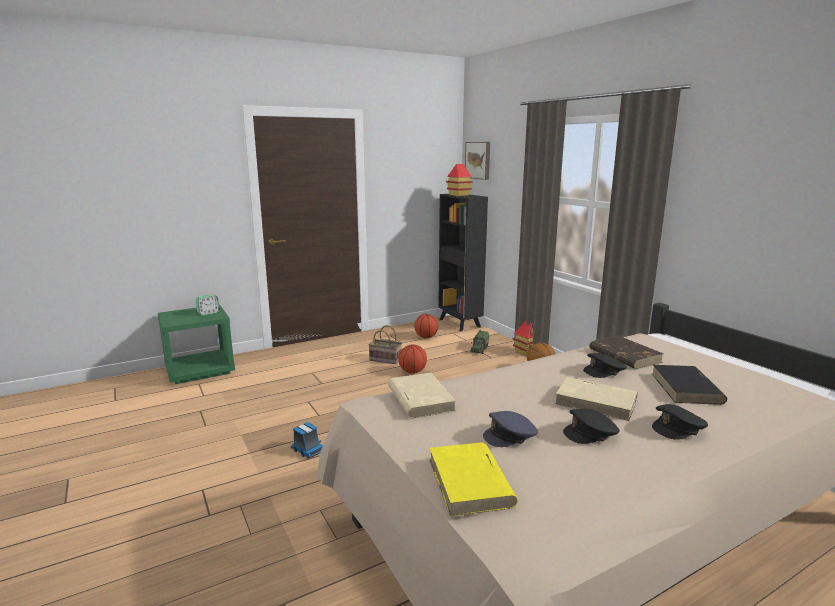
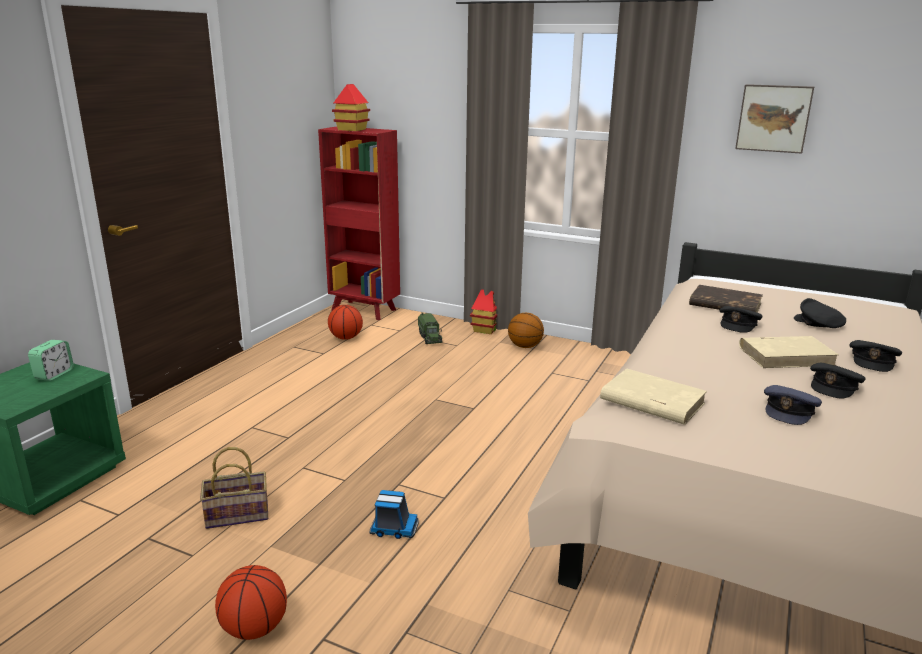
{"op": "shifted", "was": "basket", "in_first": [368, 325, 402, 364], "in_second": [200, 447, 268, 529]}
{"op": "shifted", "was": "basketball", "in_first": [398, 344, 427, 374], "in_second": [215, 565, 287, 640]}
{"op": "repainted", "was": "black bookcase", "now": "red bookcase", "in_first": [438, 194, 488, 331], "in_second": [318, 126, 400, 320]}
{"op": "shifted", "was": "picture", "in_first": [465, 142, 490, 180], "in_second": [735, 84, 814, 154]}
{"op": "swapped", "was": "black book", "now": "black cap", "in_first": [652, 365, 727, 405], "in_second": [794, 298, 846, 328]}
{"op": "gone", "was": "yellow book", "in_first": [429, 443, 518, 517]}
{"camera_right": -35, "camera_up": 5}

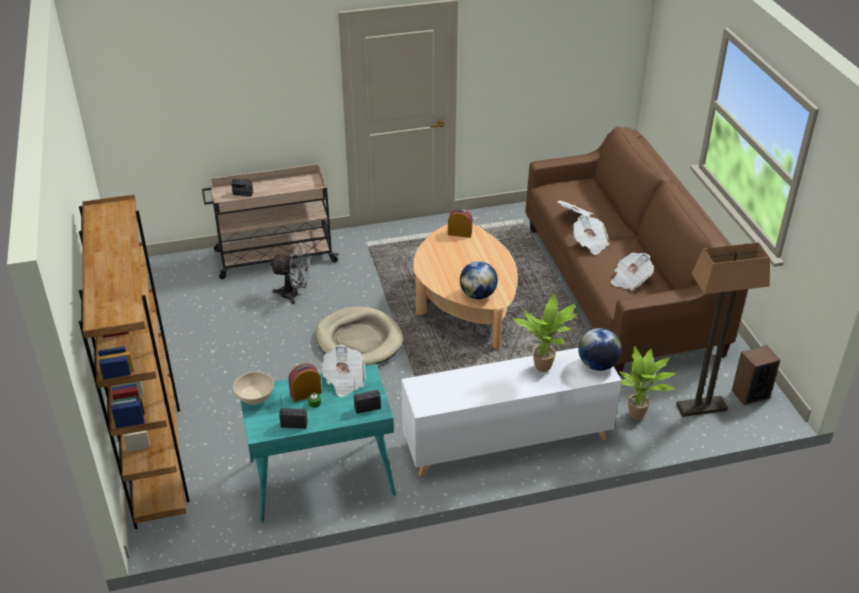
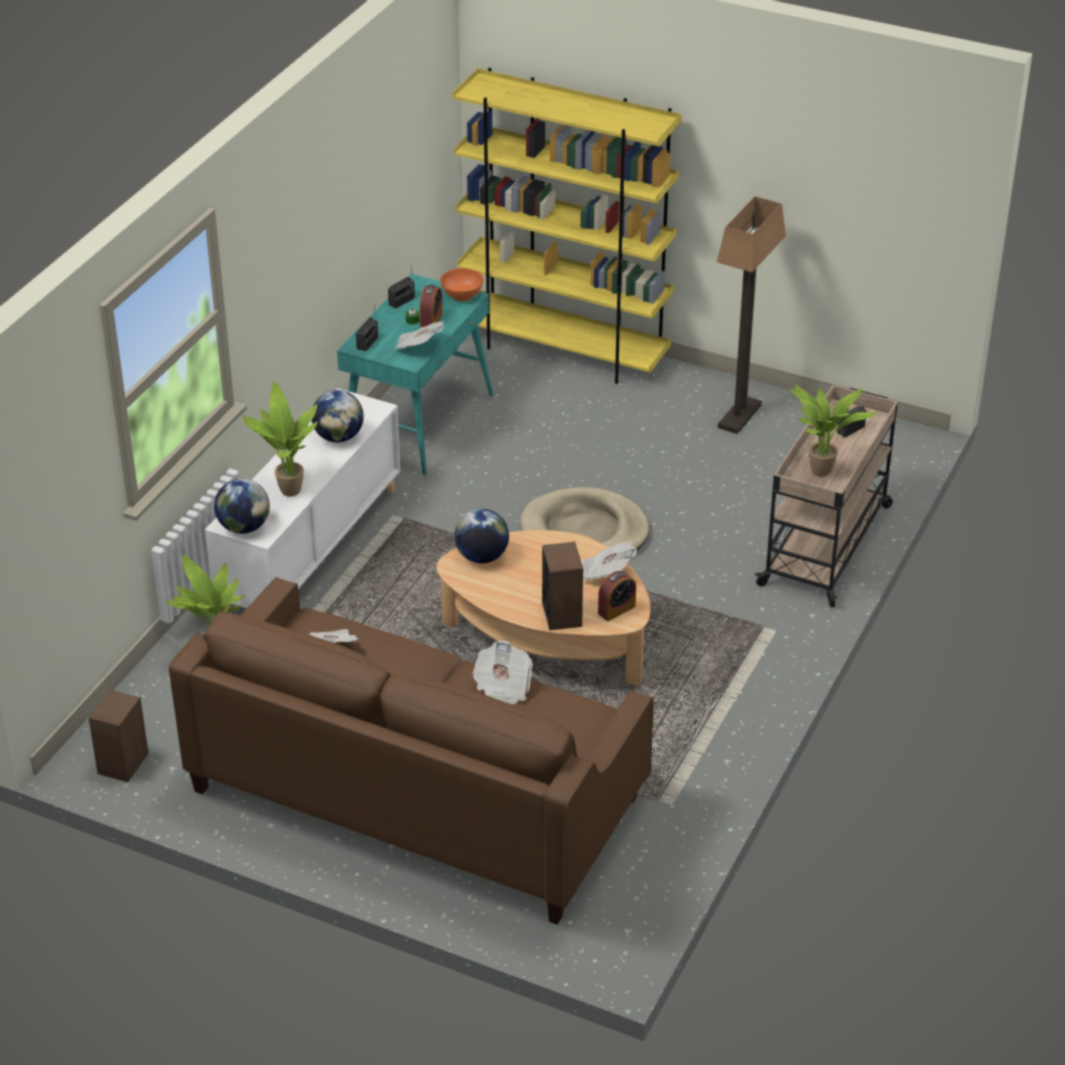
{"op": "new", "now": "globe", "in_second": [311, 390, 364, 442]}
{"op": "repainted", "was": "beige bowl", "now": "orange bowl", "in_first": [233, 372, 274, 405], "in_second": [440, 268, 484, 301]}
{"op": "repainted", "was": "brown bookcase", "now": "yellow bookcase", "in_first": [79, 195, 190, 529], "in_second": [453, 68, 682, 384]}
{"op": "new", "now": "speaker", "in_second": [542, 542, 583, 630]}
{"op": "shifted", "was": "newspaper", "in_first": [573, 215, 610, 255], "in_second": [581, 542, 637, 581]}
{"op": "shifted", "was": "floor lamp", "in_first": [676, 242, 770, 417], "in_second": [717, 196, 786, 434]}
{"op": "new", "now": "potted plant", "in_second": [789, 384, 877, 477]}
{"op": "gone", "was": "grey fan", "in_first": [270, 244, 311, 304]}
{"camera_right": 130, "camera_up": 0}

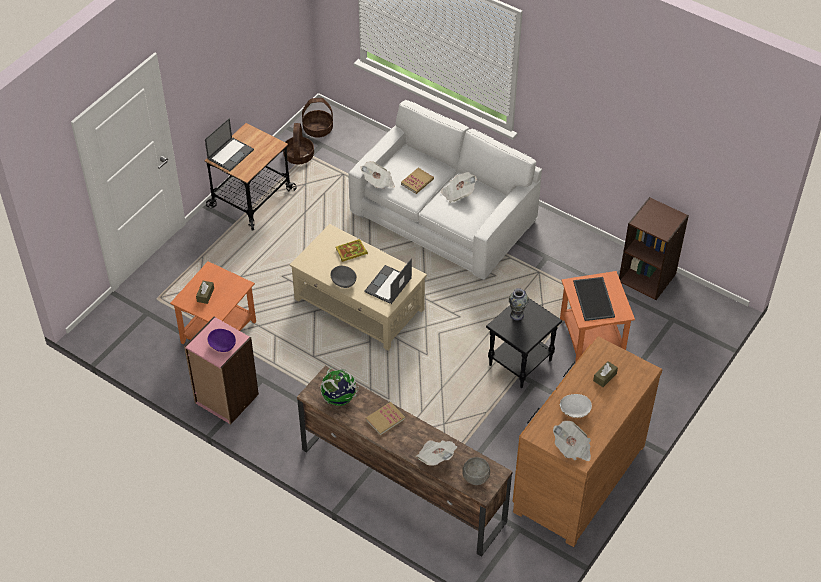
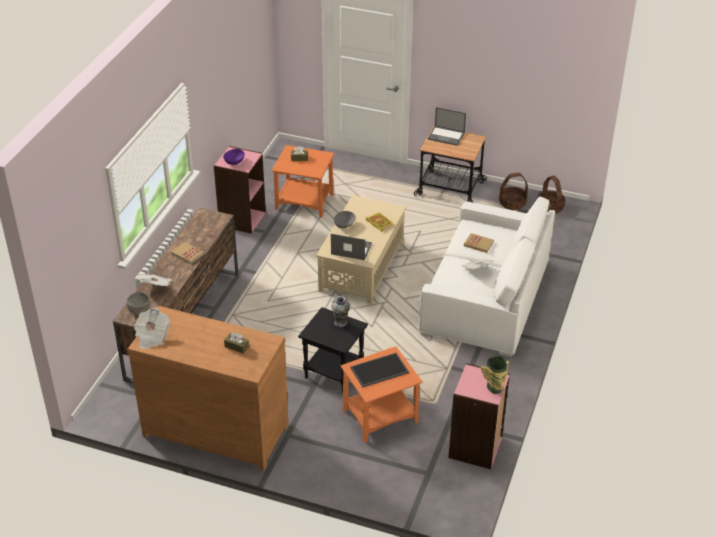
{"op": "repainted", "was": "brown bookcase", "now": "pink bookcase", "in_first": [619, 197, 689, 300], "in_second": [448, 363, 510, 469]}
{"op": "new", "now": "vase", "in_second": [481, 356, 509, 394]}
{"op": "gone", "was": "globe", "in_first": [321, 367, 359, 406]}
{"op": "gone", "was": "newspaper", "in_first": [360, 161, 395, 189]}
{"op": "gone", "was": "white bowl", "in_first": [560, 394, 592, 418]}
{"camera_right": 75, "camera_up": -10}

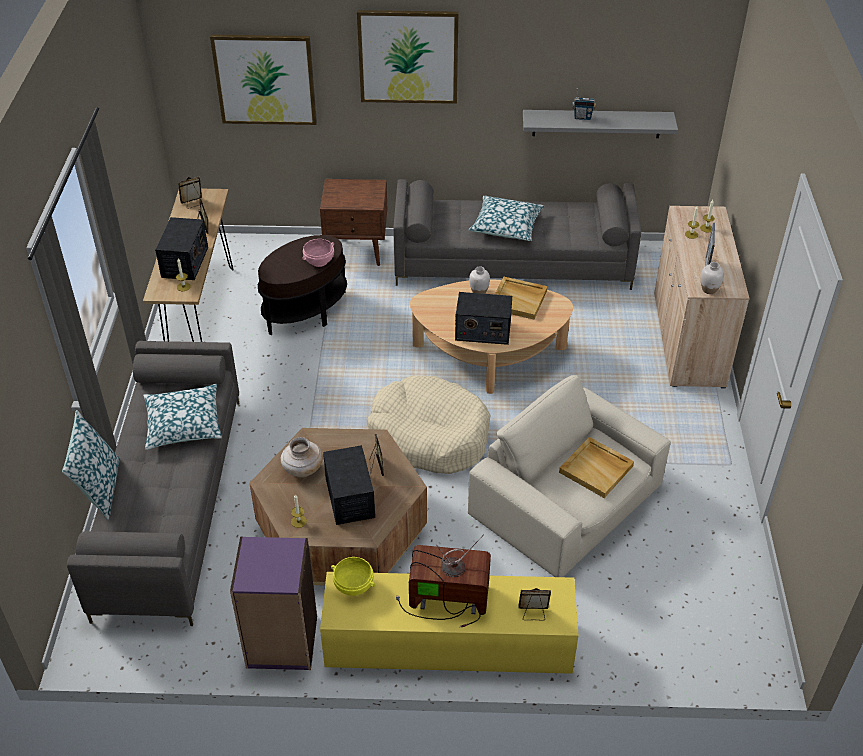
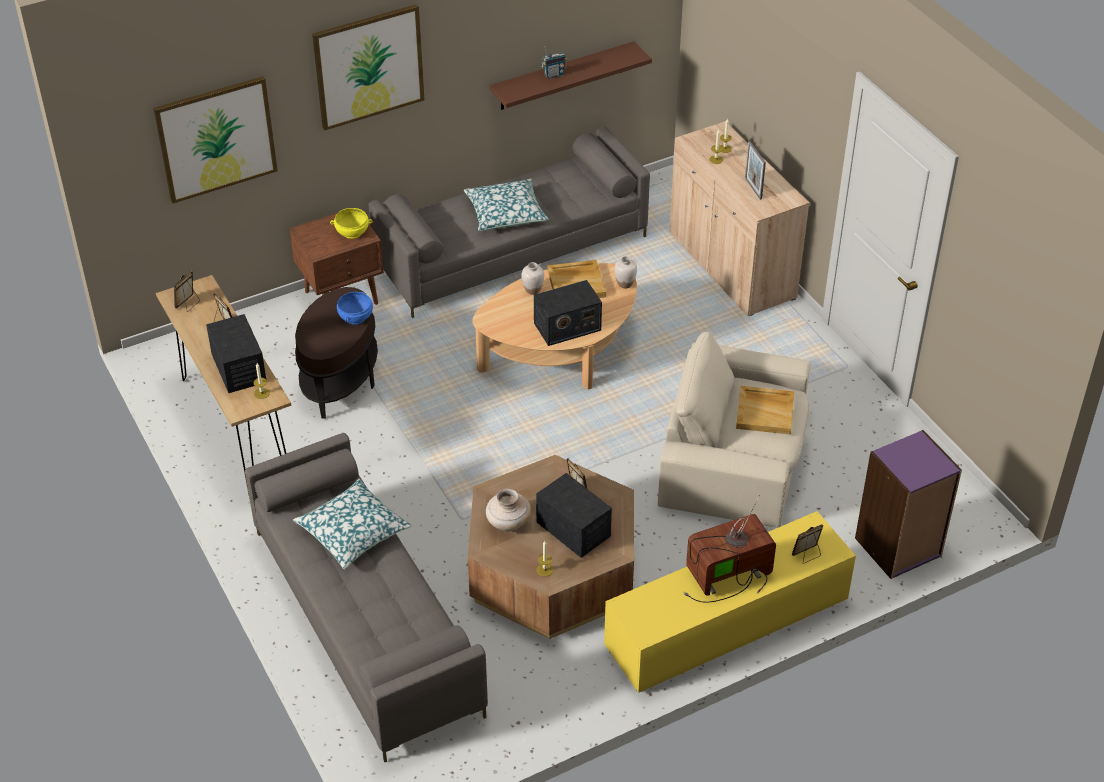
{"op": "shifted", "was": "yellow bowl", "in_first": [331, 557, 375, 596], "in_second": [330, 208, 373, 239]}
{"op": "repainted", "was": "pink bowl", "now": "blue bowl", "in_first": [302, 239, 334, 267], "in_second": [337, 292, 373, 324]}
{"op": "repainted", "was": "grey shelf", "now": "brown shelf", "in_first": [523, 110, 678, 138], "in_second": [490, 41, 652, 110]}
{"op": "shifted", "was": "white vase", "in_first": [701, 262, 724, 294], "in_second": [614, 256, 637, 288]}
{"op": "shifted", "was": "purple bookcase", "in_first": [230, 536, 317, 670], "in_second": [855, 430, 962, 579]}
{"op": "gone", "was": "pillow", "in_first": [62, 410, 120, 520]}
{"op": "gone", "was": "beige dog bed", "in_first": [367, 376, 490, 474]}
{"camera_right": -30, "camera_up": 0}

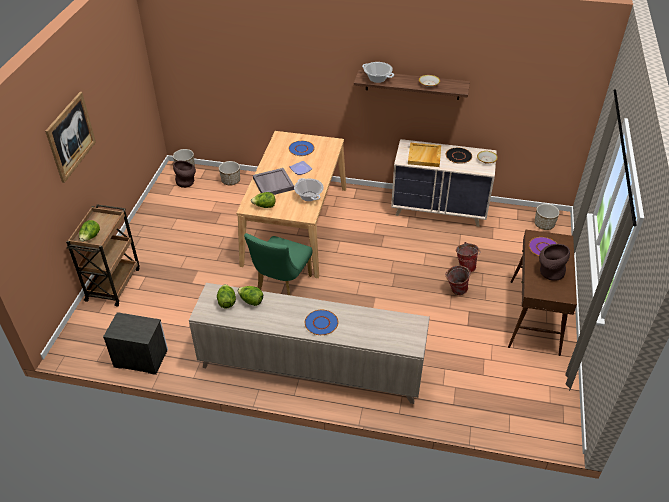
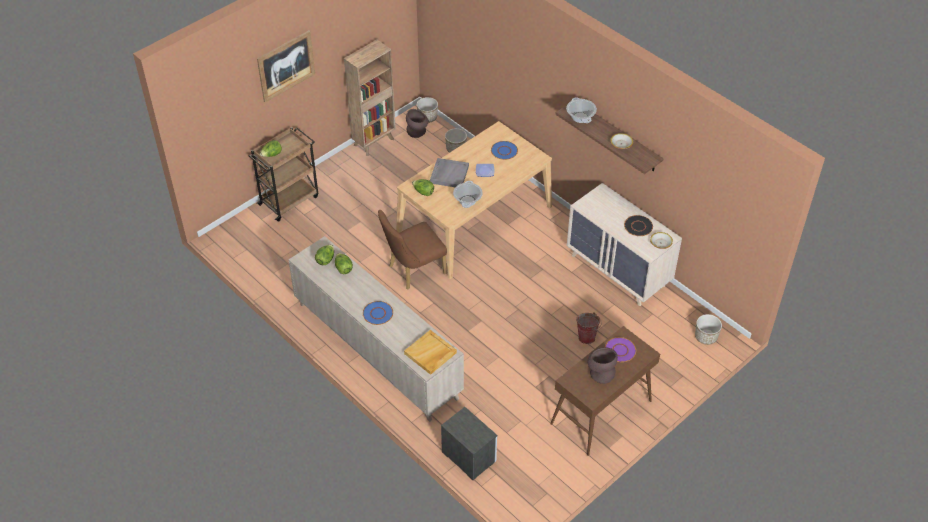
{"op": "new", "now": "brown bookcase", "in_second": [344, 40, 396, 156]}
{"op": "repainted", "was": "green chair", "now": "brown chair", "in_first": [244, 233, 313, 295], "in_second": [378, 210, 447, 290]}
{"op": "shifted", "was": "beige tray", "in_first": [408, 143, 441, 167], "in_second": [404, 330, 457, 375]}
{"op": "shifted", "was": "nightstand", "in_first": [103, 312, 168, 375], "in_second": [441, 407, 498, 480]}
{"op": "gone", "was": "bucket", "in_first": [445, 265, 471, 295]}
{"camera_right": 35, "camera_up": 5}

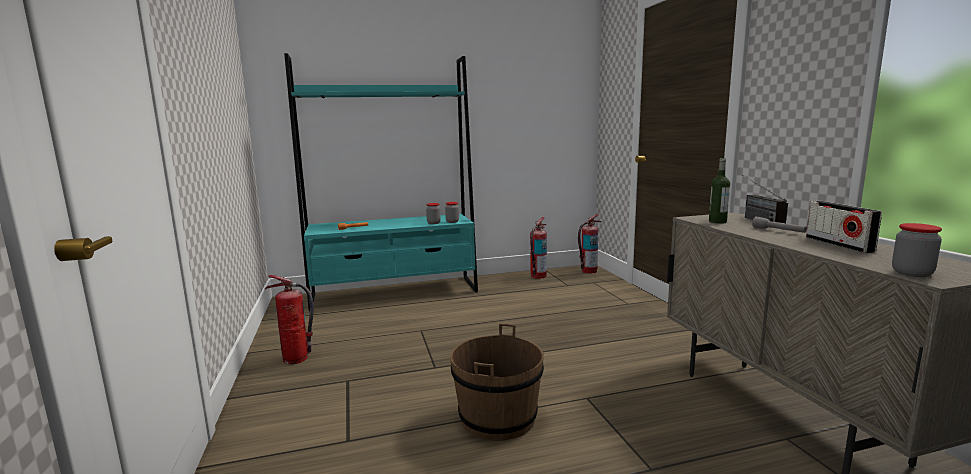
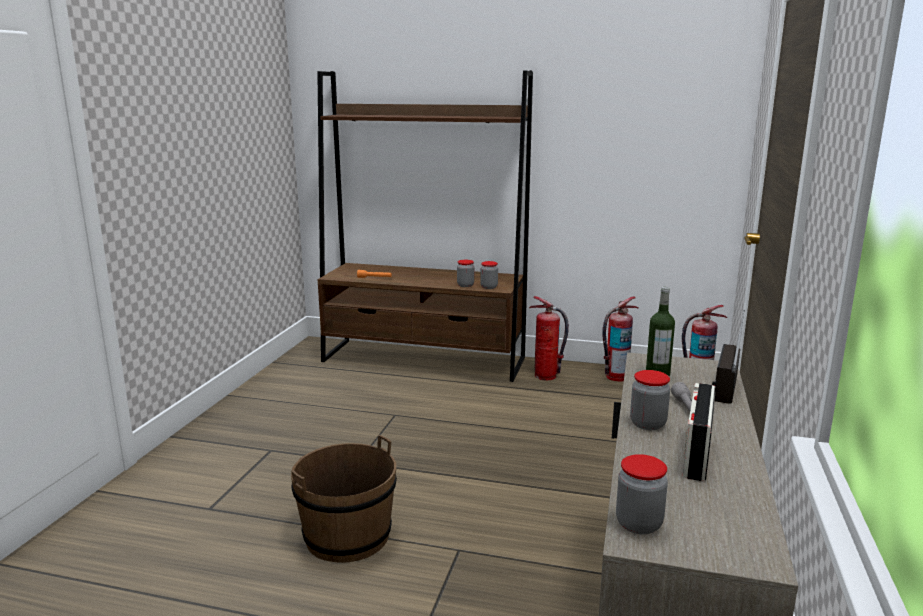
{"op": "repainted", "was": "turquoise bookcase", "now": "brown bookcase", "in_first": [284, 53, 478, 311], "in_second": [317, 70, 533, 382]}
{"op": "shifted", "was": "fire extinguisher", "in_first": [265, 275, 314, 364], "in_second": [529, 296, 569, 381]}
{"op": "new", "now": "jar", "in_second": [630, 370, 670, 430]}
{"camera_right": 30, "camera_up": 5}

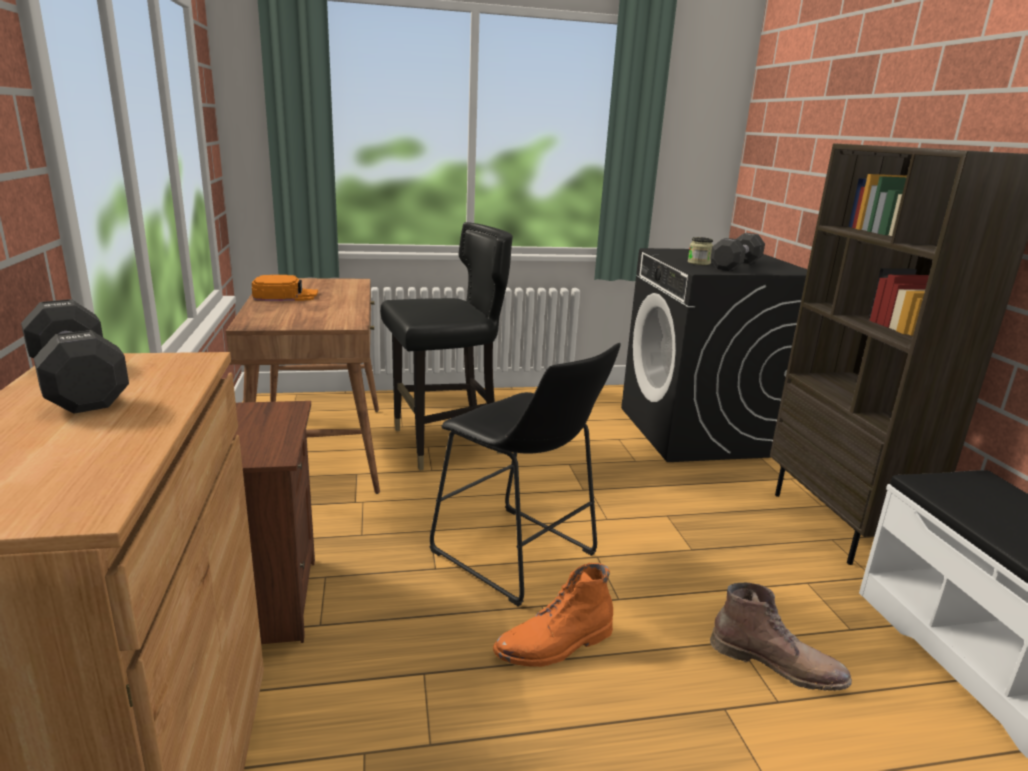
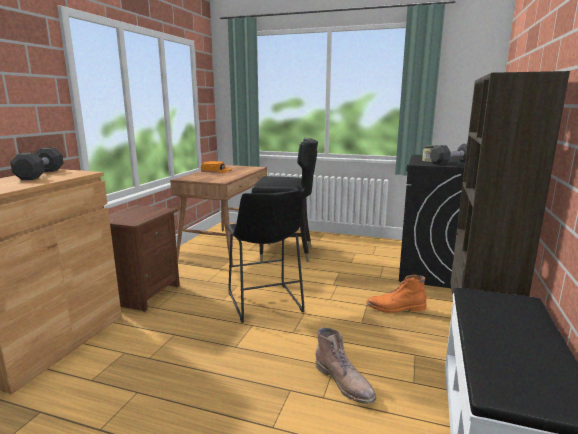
{"op": "shifted", "was": "orange boot", "in_first": [493, 563, 613, 667], "in_second": [366, 275, 427, 313]}
{"camera_right": 30, "camera_up": -5}

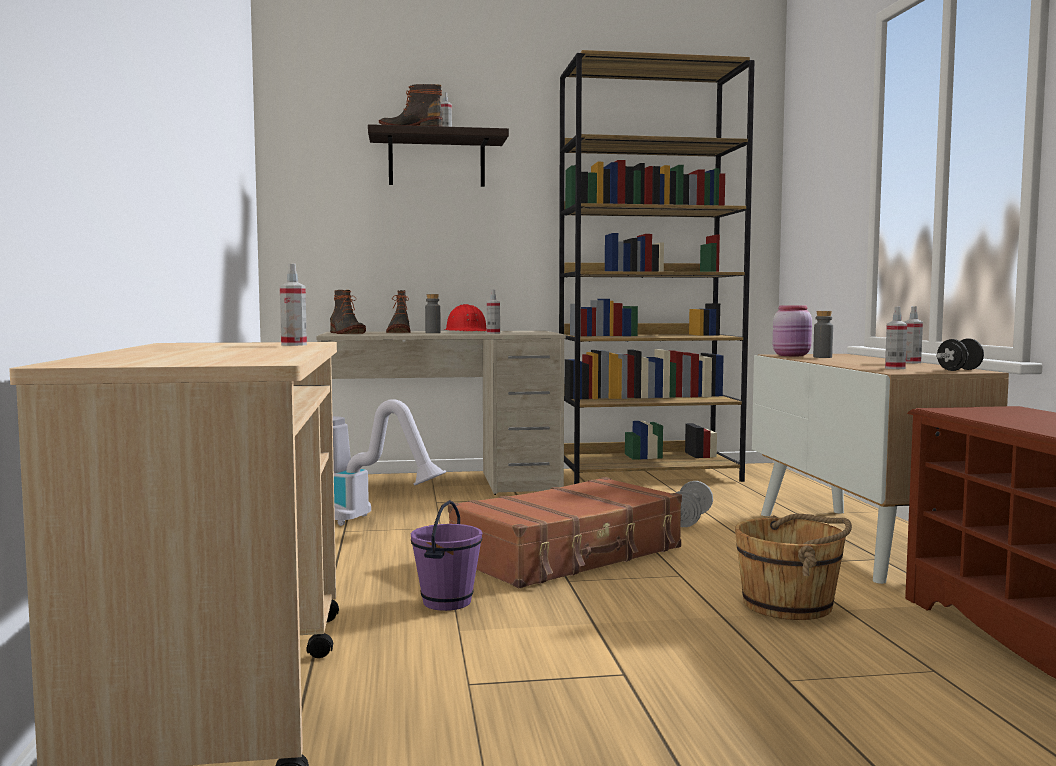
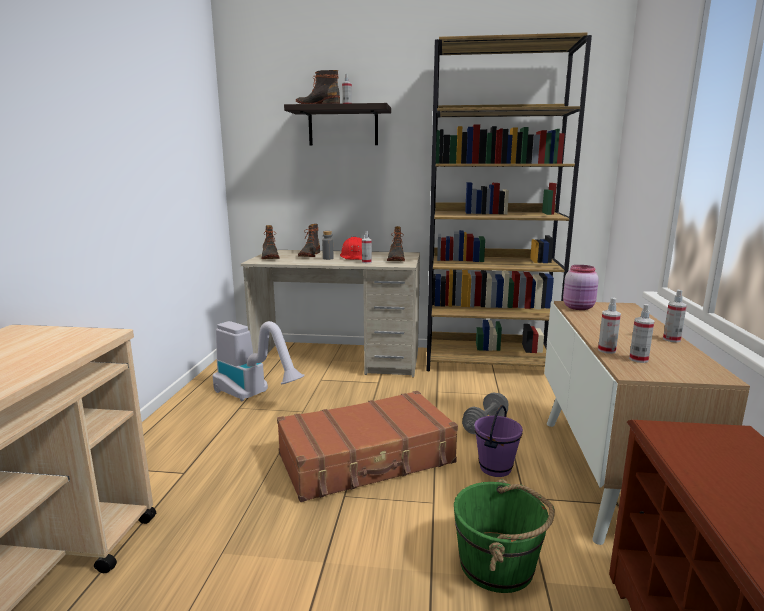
{"op": "new", "now": "boot", "in_second": [387, 226, 405, 261]}
{"op": "repainted", "was": "brown bucket", "now": "green bucket", "in_first": [735, 514, 852, 620], "in_second": [454, 479, 555, 593]}
{"op": "shifted", "was": "purple bucket", "in_first": [411, 500, 482, 611], "in_second": [474, 405, 523, 477]}
{"op": "shifted", "was": "spray bottle", "in_first": [280, 263, 307, 346], "in_second": [598, 298, 621, 354]}
{"op": "gone", "was": "grey bottle", "in_first": [813, 311, 833, 358]}
{"op": "gone", "was": "black dumbbell", "in_first": [936, 338, 984, 371]}
{"camera_right": 15, "camera_up": 10}

